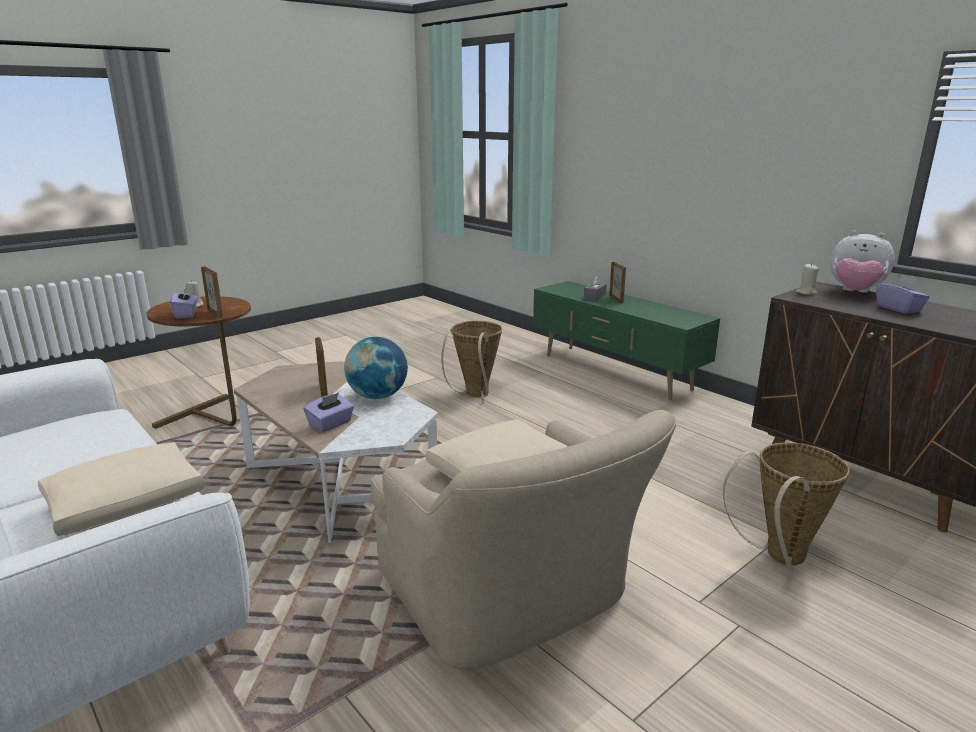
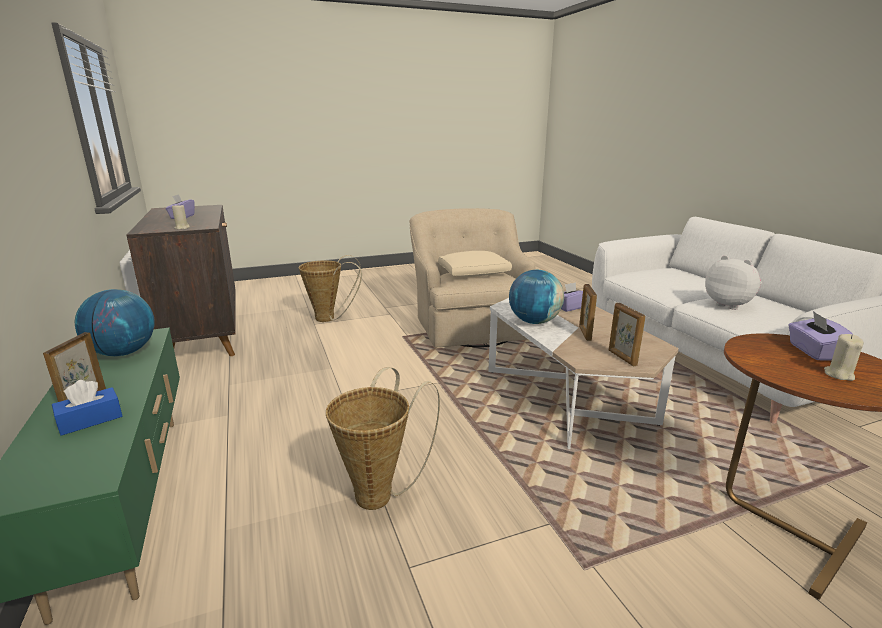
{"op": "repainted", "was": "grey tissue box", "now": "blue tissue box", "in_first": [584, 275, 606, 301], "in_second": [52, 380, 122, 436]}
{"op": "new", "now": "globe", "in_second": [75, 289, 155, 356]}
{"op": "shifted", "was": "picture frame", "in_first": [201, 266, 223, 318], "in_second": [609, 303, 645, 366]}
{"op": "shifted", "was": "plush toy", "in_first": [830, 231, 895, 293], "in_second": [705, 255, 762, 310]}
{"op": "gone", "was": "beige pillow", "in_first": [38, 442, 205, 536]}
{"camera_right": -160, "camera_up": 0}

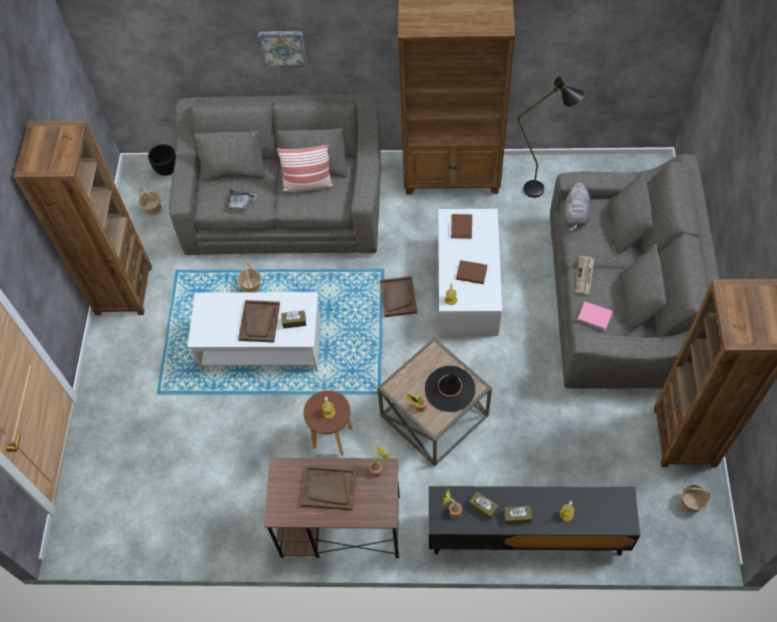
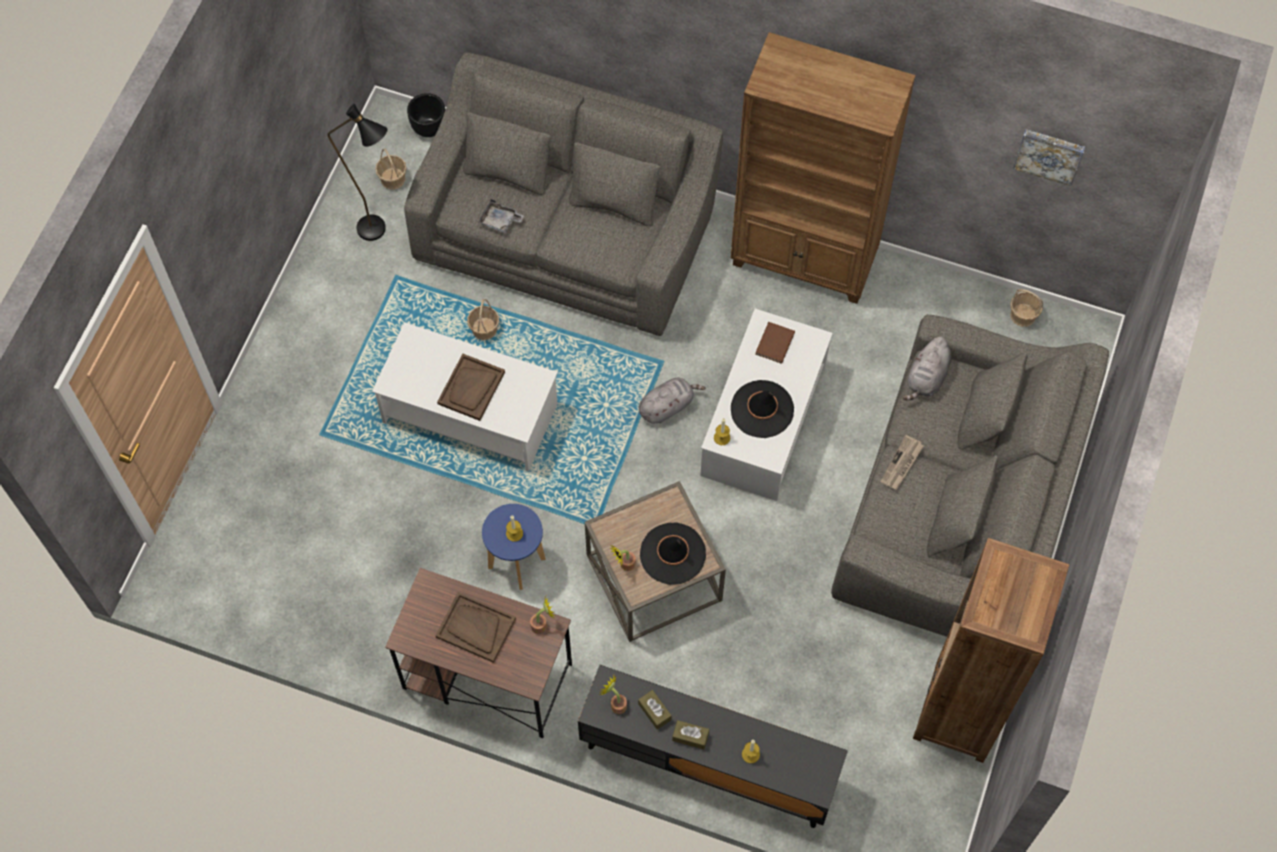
{"op": "shifted", "was": "black floor lamp", "in_first": [518, 76, 584, 198], "in_second": [327, 104, 387, 241]}
{"op": "repainted", "was": "brown stool", "now": "blue stool", "in_first": [303, 390, 353, 456], "in_second": [482, 504, 546, 590]}
{"op": "swapped", "was": "brown tray", "now": "grey plush toy", "in_first": [380, 276, 417, 317], "in_second": [639, 377, 706, 424]}
{"op": "swapped", "was": "brown book", "now": "black hat", "in_first": [456, 260, 487, 284], "in_second": [731, 380, 794, 438]}
{"op": "shifted", "was": "basket", "in_first": [680, 484, 710, 513], "in_second": [1010, 289, 1043, 327]}
{"op": "shifted", "was": "picture", "in_first": [258, 31, 307, 67], "in_second": [1013, 129, 1085, 186]}
{"op": "gone", "was": "brown bookcase", "in_first": [14, 121, 152, 315]}
{"op": "gone", "was": "pillow", "in_first": [277, 144, 334, 192]}
{"op": "gone", "was": "brown tissue box", "in_first": [281, 310, 306, 329]}
{"op": "gone", "was": "pink book", "in_first": [577, 302, 613, 331]}
{"camera_right": 15, "camera_up": 5}

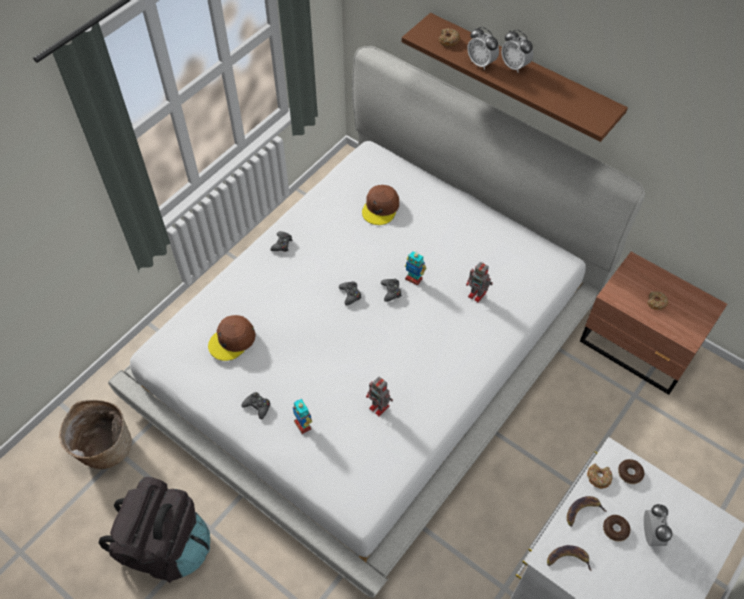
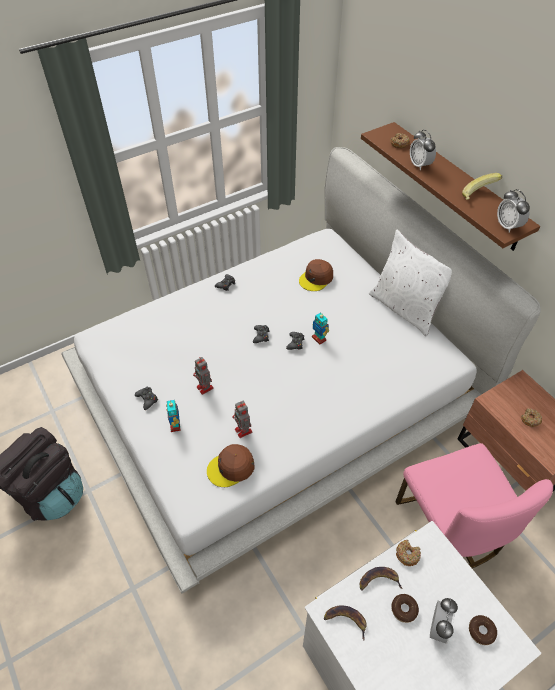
{"op": "shifted", "was": "toy robot", "in_first": [466, 262, 493, 303], "in_second": [193, 357, 214, 395]}
{"op": "shifted", "was": "brown cap", "in_first": [208, 315, 256, 361], "in_second": [207, 444, 255, 487]}
{"op": "new", "now": "white pillow", "in_second": [369, 229, 452, 337]}
{"op": "new", "now": "pink chair", "in_second": [395, 443, 553, 568]}
{"op": "new", "now": "banana", "in_second": [462, 173, 502, 200]}
{"op": "shifted", "was": "donut", "in_first": [618, 459, 644, 484], "in_second": [469, 615, 497, 645]}
{"op": "shifted", "was": "alarm clock", "in_first": [501, 29, 533, 73], "in_second": [497, 189, 530, 233]}
{"op": "gone", "was": "basket", "in_first": [59, 400, 132, 469]}
{"camera_right": 20, "camera_up": -5}

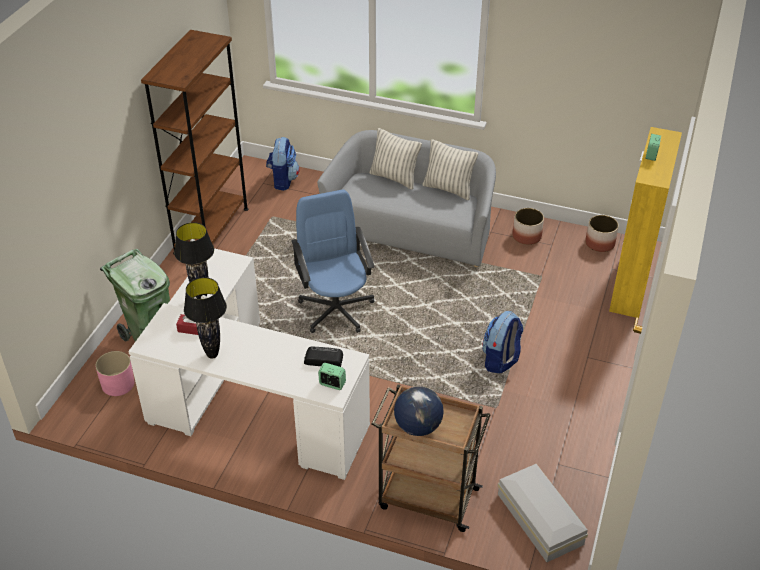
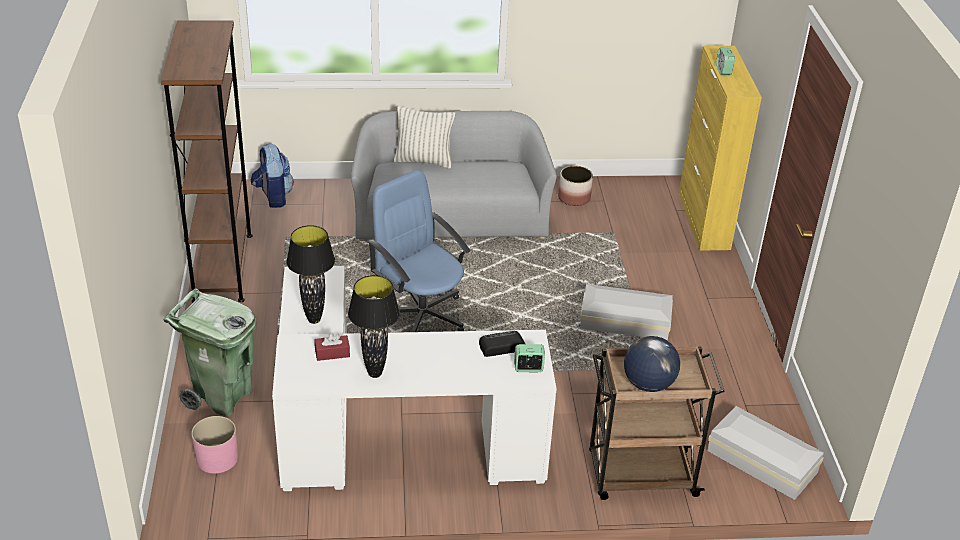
{"op": "swapped", "was": "backpack", "now": "white storage box", "in_first": [482, 311, 523, 373], "in_second": [580, 284, 673, 341]}
{"op": "gone", "was": "pillow", "in_first": [422, 139, 478, 200]}
{"op": "gone", "was": "planter", "in_first": [585, 215, 619, 252]}
{"camera_right": -25, "camera_up": -5}

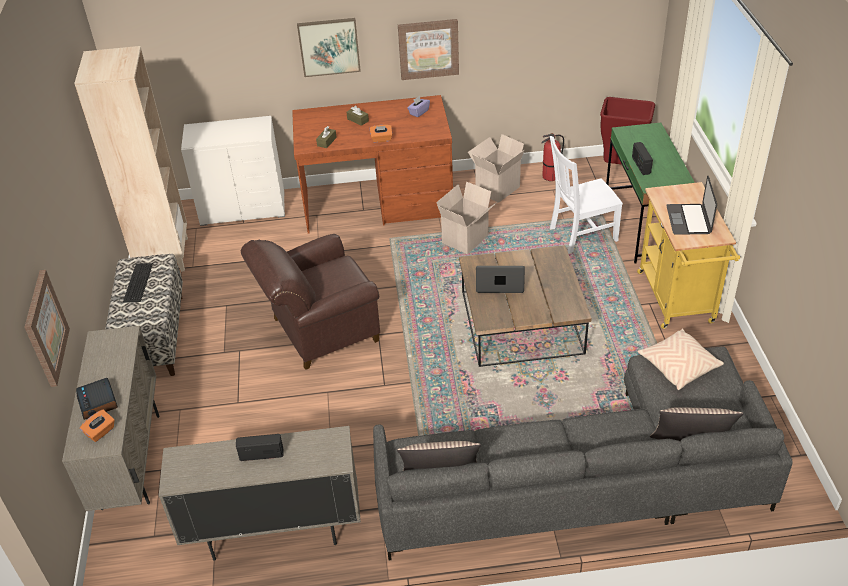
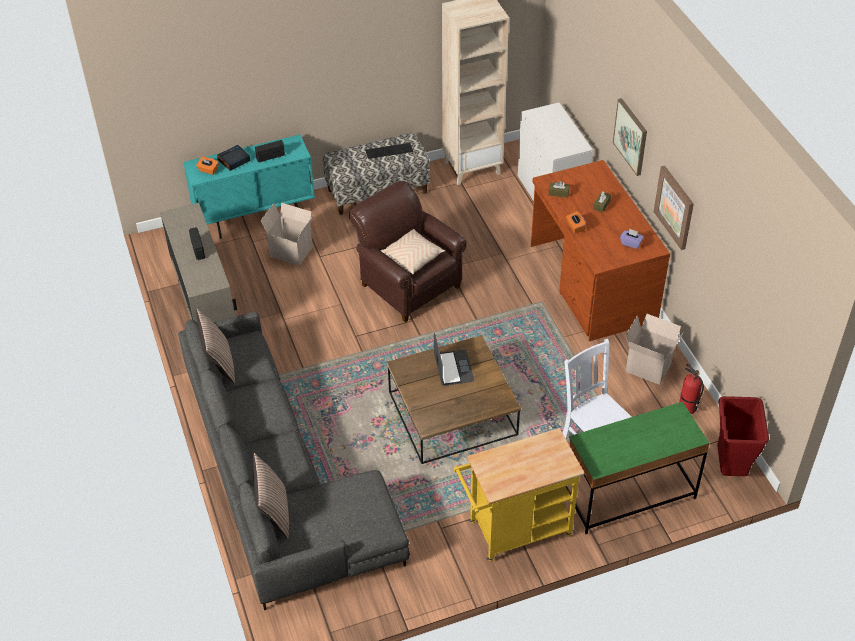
{"op": "repainted", "was": "beige cabinet", "now": "turquoise cabinet", "in_first": [62, 326, 159, 511], "in_second": [183, 135, 315, 239]}
{"op": "shifted", "was": "radio", "in_first": [632, 142, 653, 175], "in_second": [255, 140, 285, 162]}
{"op": "shifted", "was": "cardboard box", "in_first": [436, 182, 496, 254], "in_second": [260, 203, 314, 266]}
{"op": "shifted", "was": "beige pillow", "in_first": [638, 329, 724, 390], "in_second": [380, 229, 445, 274]}
{"op": "gone", "was": "picture", "in_first": [24, 270, 70, 387]}
{"op": "gone", "was": "laptop", "in_first": [666, 176, 717, 235]}
{"camera_right": 75, "camera_up": 5}

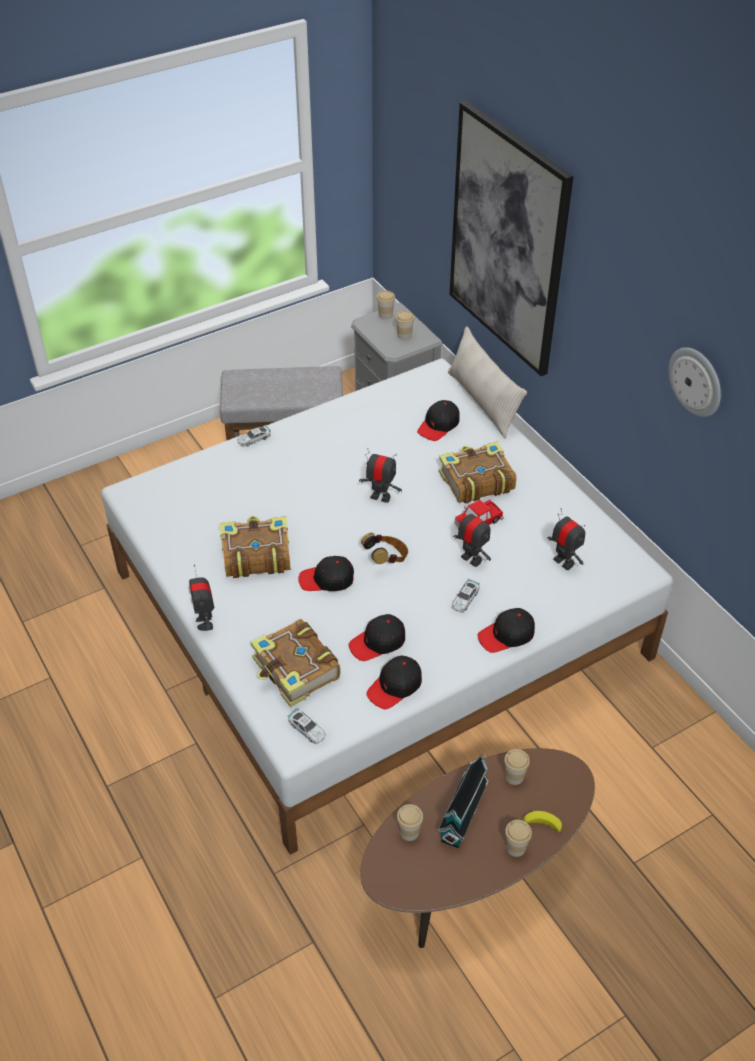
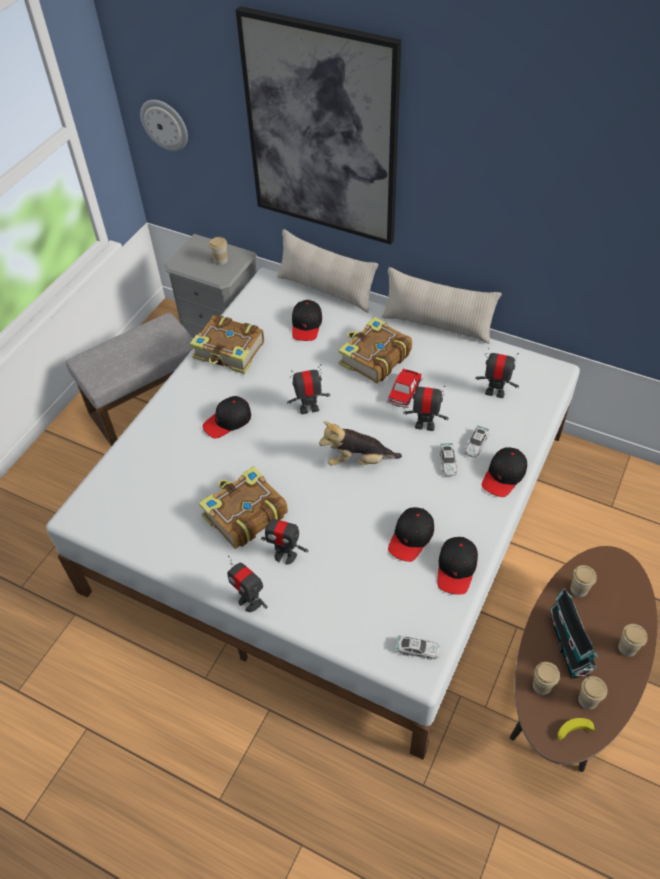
{"op": "shifted", "was": "wall clock", "in_first": [668, 347, 721, 417], "in_second": [140, 100, 188, 151]}
{"op": "shifted", "was": "book", "in_first": [251, 619, 341, 707], "in_second": [190, 315, 264, 374]}
{"op": "shifted", "was": "black cap", "in_first": [298, 556, 354, 591], "in_second": [203, 396, 251, 439]}
{"op": "new", "now": "toy robot", "in_second": [261, 514, 308, 564]}
{"op": "swapped", "was": "headphones", "now": "plush toy", "in_first": [361, 533, 408, 564], "in_second": [319, 421, 402, 465]}
{"op": "new", "now": "beige pillow", "in_second": [382, 267, 502, 344]}
{"op": "shifted", "was": "toy car", "in_first": [237, 425, 271, 447], "in_second": [465, 425, 489, 458]}
{"op": "shifted", "was": "banana", "in_first": [522, 811, 562, 834], "in_second": [557, 718, 597, 740]}
{"op": "shifted", "was": "cup", "in_first": [377, 291, 395, 320], "in_second": [578, 676, 607, 710]}
{"camera_right": -30, "camera_up": 5}

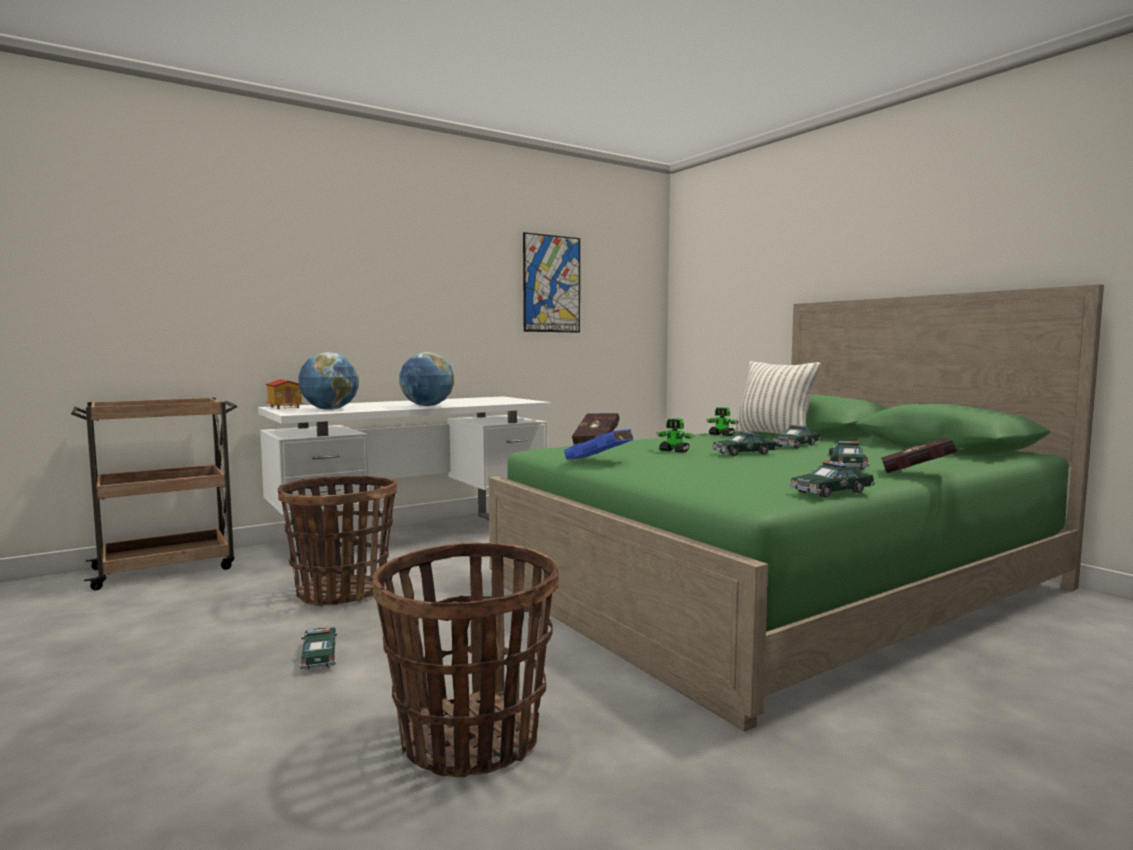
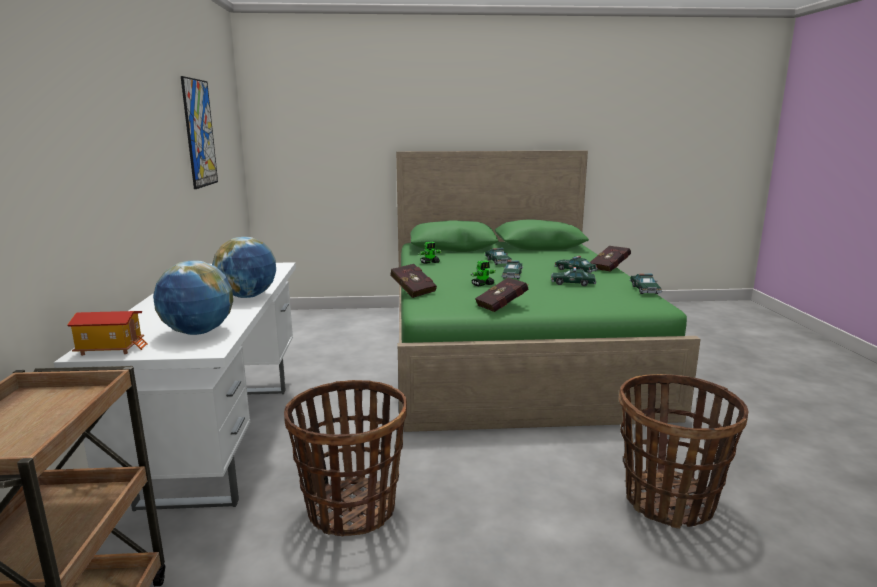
{"op": "repainted", "was": "blue book", "now": "red book", "in_first": [564, 429, 634, 460], "in_second": [475, 277, 529, 312]}
{"op": "shifted", "was": "toy car", "in_first": [299, 627, 337, 671], "in_second": [551, 267, 596, 286]}
{"op": "gone", "was": "pillow", "in_first": [733, 361, 820, 434]}
{"camera_right": -60, "camera_up": 10}

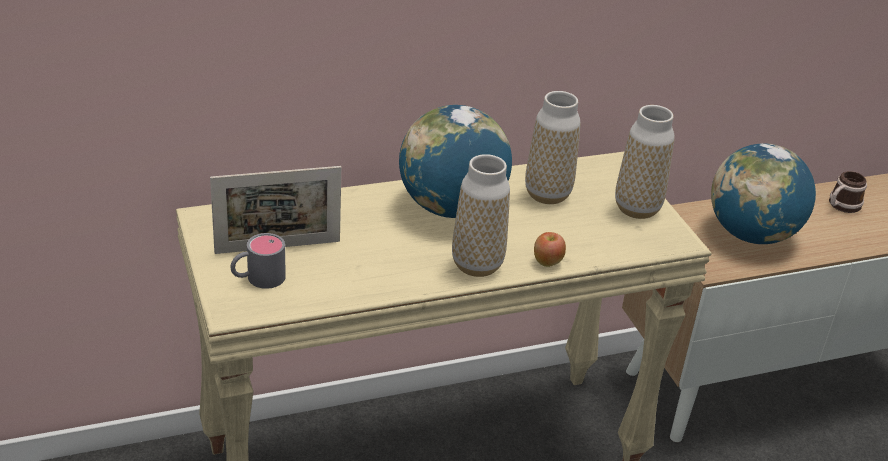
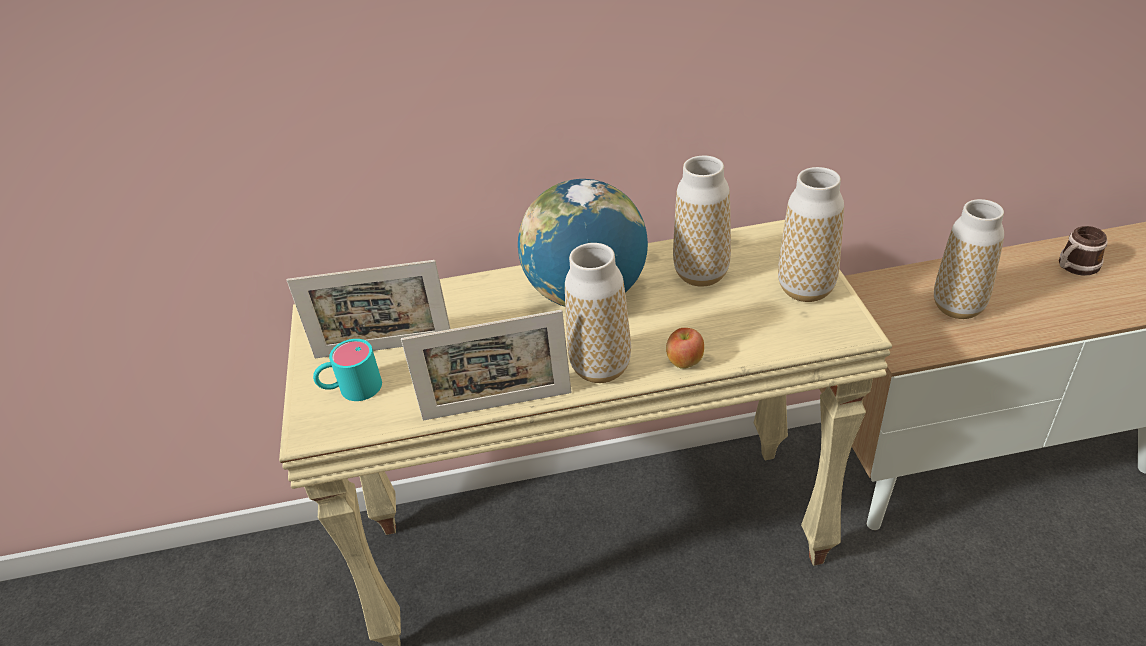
{"op": "repainted", "was": "grey mug", "now": "turquoise mug", "in_first": [230, 233, 286, 289], "in_second": [313, 339, 382, 401]}
{"op": "new", "now": "picture frame", "in_second": [401, 310, 572, 421]}
{"op": "swapped", "was": "globe", "now": "vase", "in_first": [711, 143, 816, 244], "in_second": [934, 199, 1004, 319]}
{"camera_right": 15, "camera_up": 5}

